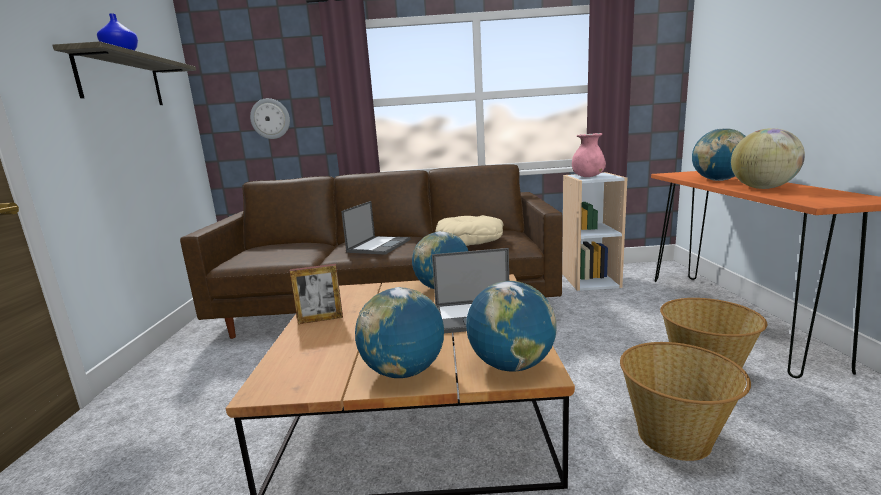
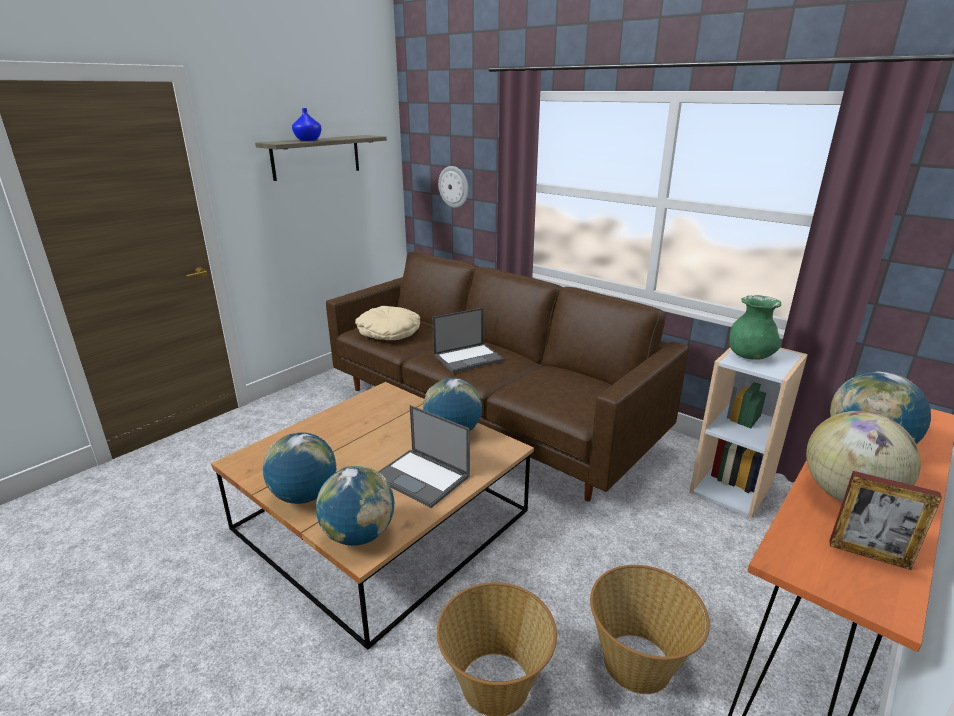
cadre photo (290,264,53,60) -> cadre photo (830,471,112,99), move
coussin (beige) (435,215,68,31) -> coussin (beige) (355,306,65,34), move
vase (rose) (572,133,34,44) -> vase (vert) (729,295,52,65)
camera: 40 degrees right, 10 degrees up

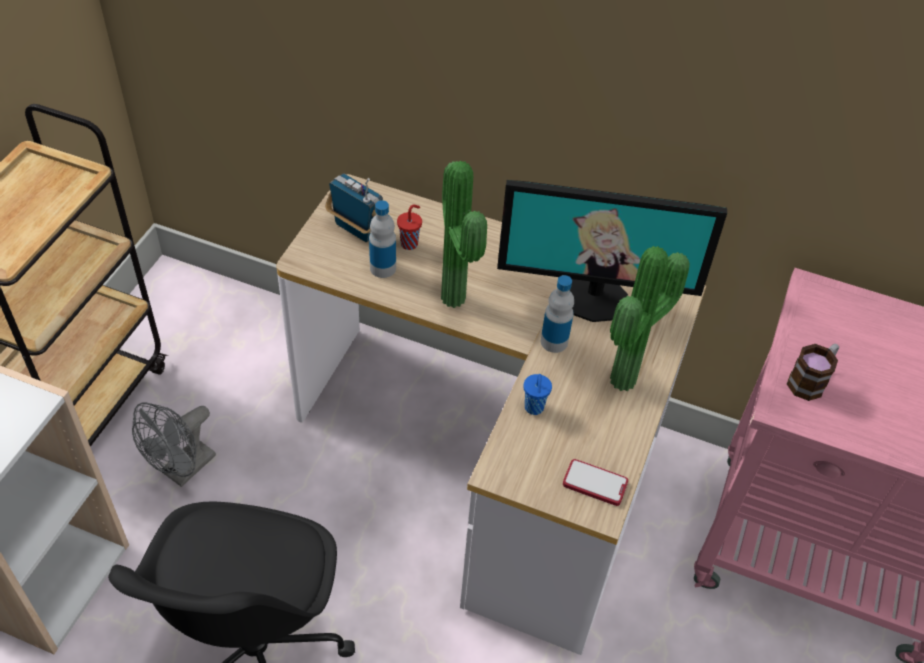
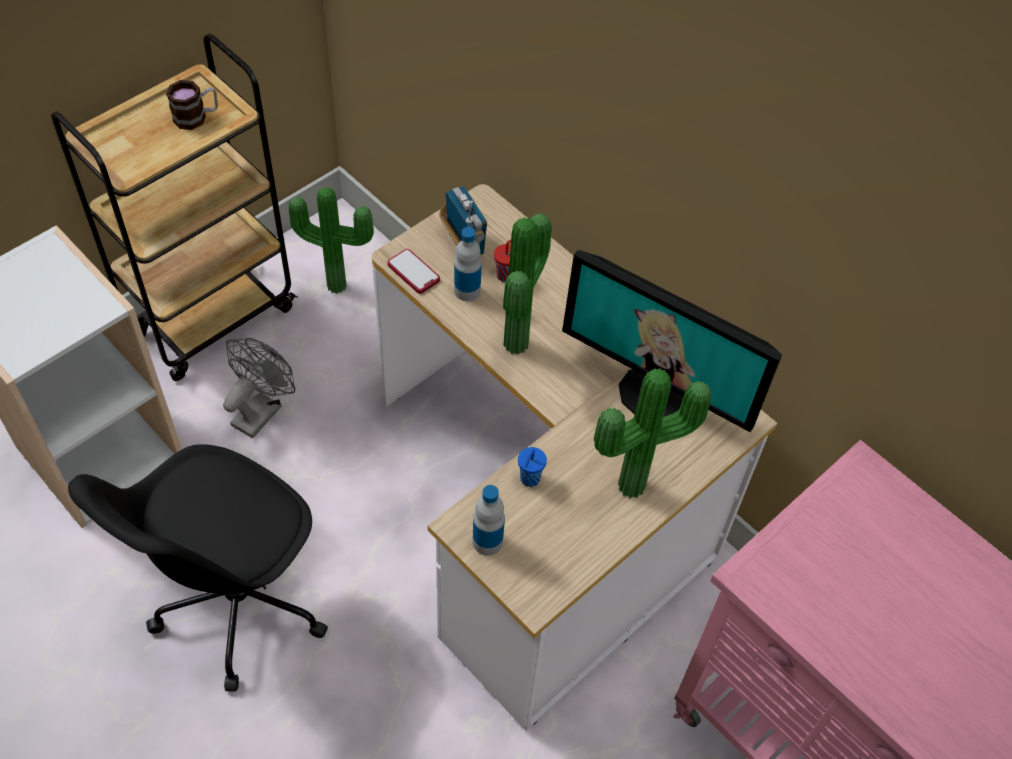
none -> plante en pot (289,187,85,107)
bouteille (541,275,33,78) -> bouteille (472,485,33,71), move
téléphone (563,459,65,47) -> téléphone (387,249,53,45), move
mug (787,343,52,58) -> mug (166,80,52,50), move
ventilateur (gris) (132,403,84,84) -> ventilateur (gris) (223,338,72,100), 150 degrees clockwise
camera: 25 degrees right, 5 degrees up

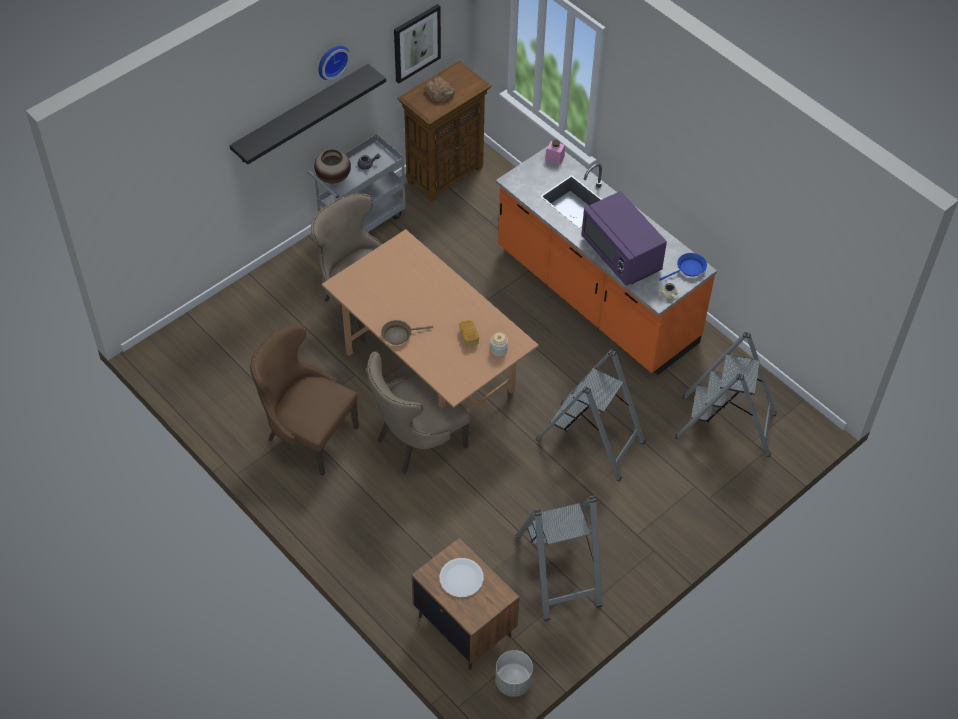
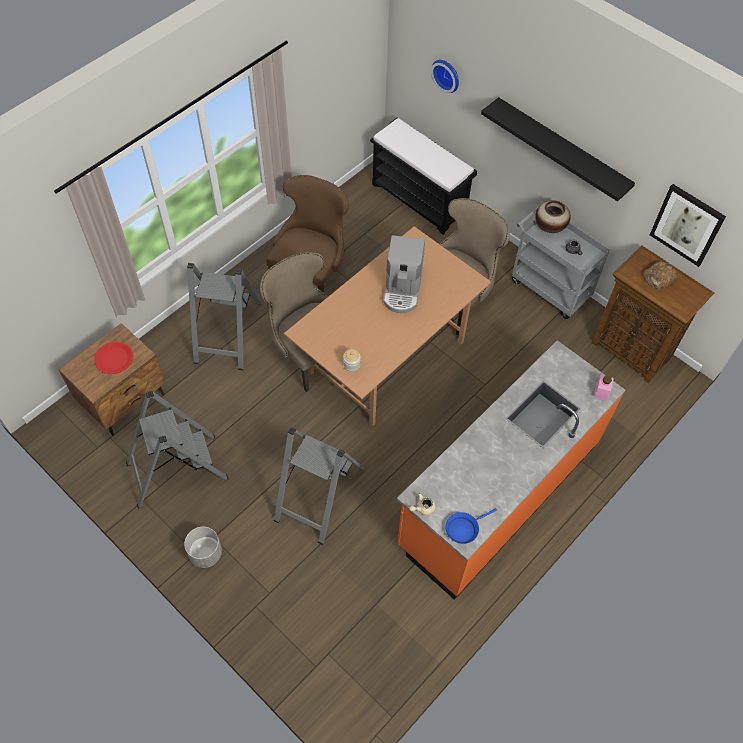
poêle (marron) (381,320,52,25) -> none
pain (459,320,20,27) -> none
micro-ondes (violet) (581,191,86,95) -> none
none -> banc (noir) (370,117,107,118)
none -> machine à café (383,235,42,78)
horloge murale (318,46,32,34) -> horloge murale (431,60,28,33), move
cache-pot (gris) (495,650,38,47) -> cache-pot (gris) (184,527,38,41), move
escabeau (gris) (675,332,101,125) -> escabeau (gris) (187,263,74,107), move
assiette (blanc) (439,558,45,39) -> assiette (rouge) (94,342,39,32)
poêle (bleu) (659,253,48,28) -> poêle (bleu) (445,508,52,36), 90 degrees clockwise
camera: 85 degrees right, 5 degrees up

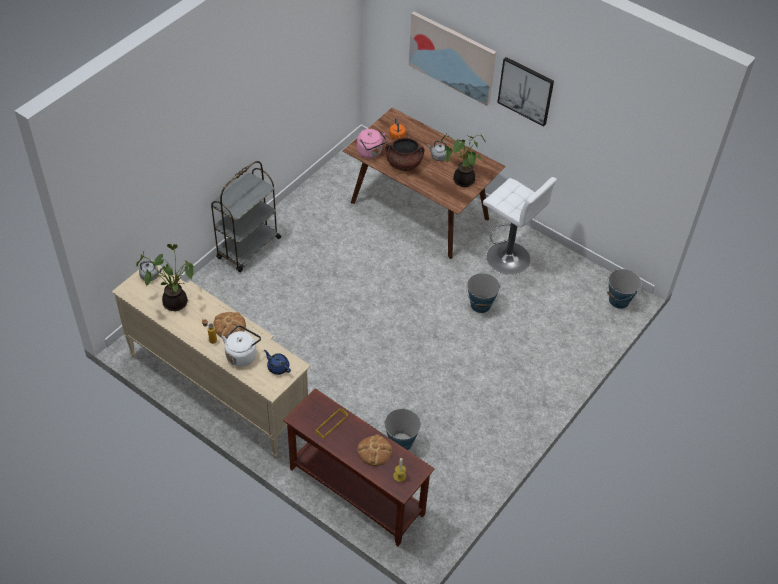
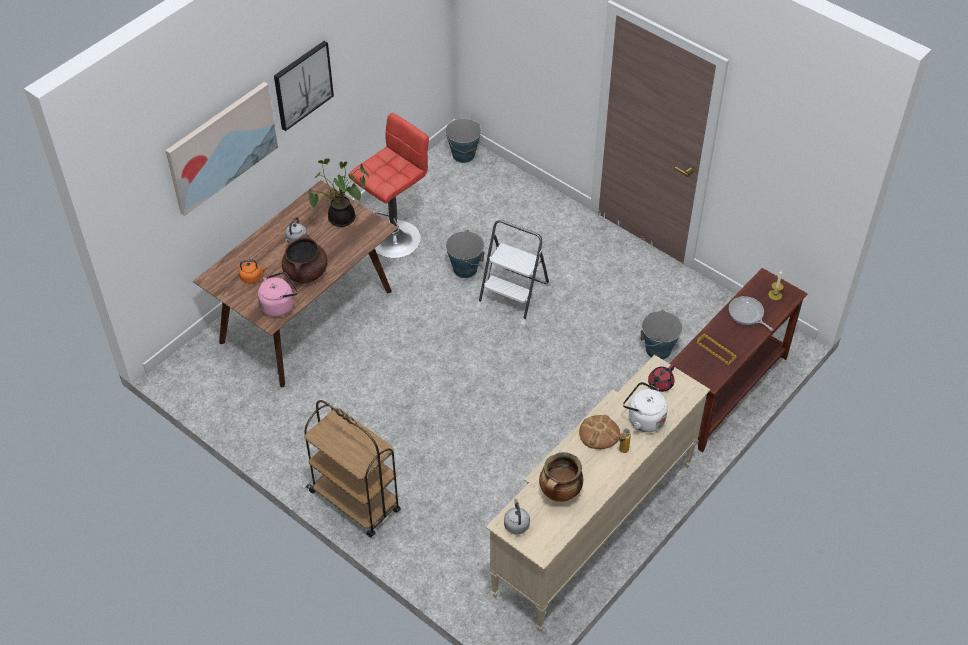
none -> escabeau (blanc) (476,220,74,105)
plante en pot (136,244,60,67) -> marmite (539,452,44,50)
pain (357,435,35,31) -> poêle (729,296,44,35)
chariot (gris) (211,161,70,111) -> chariot (marron) (304,400,97,137)
théière (bleu) (264,350,27,25) -> théière (rouge) (648,364,27,28)
tabouret (blanc) (483,177,74,98) -> tabouret (rouge) (348,113,81,145)
camera: 85 degrees left, 0 degrees up

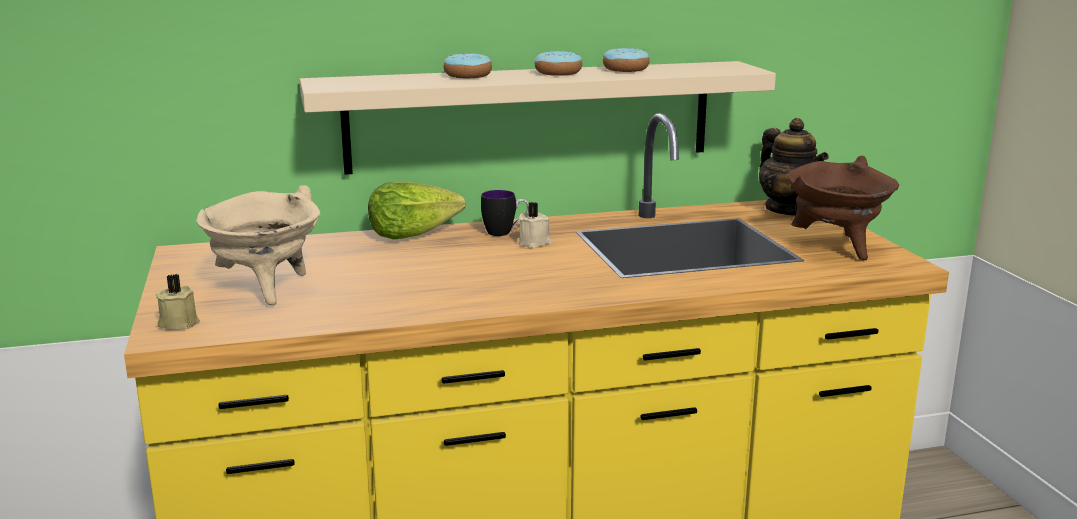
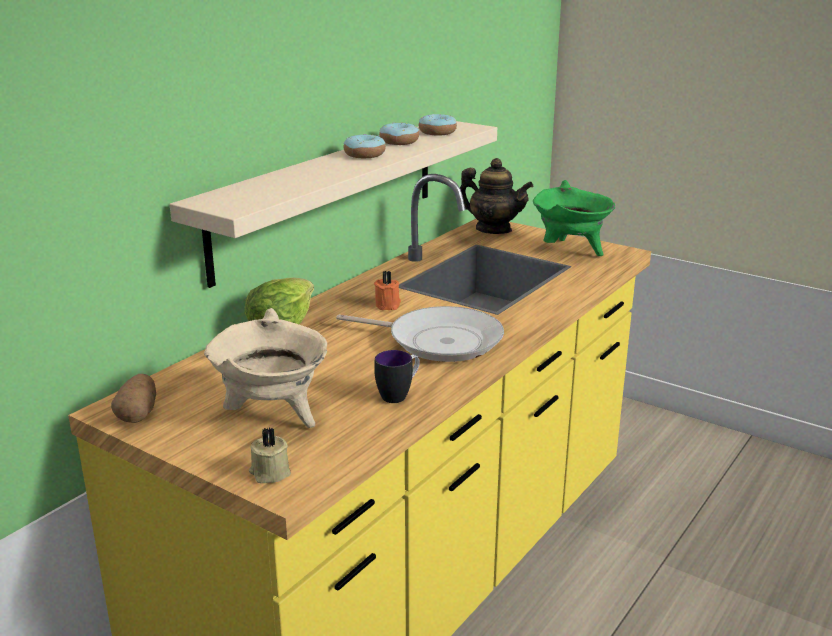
none -> pomme de terre (111,374,45,49)
none -> poêle (336,306,168,56)
beignet (443,53,49,25) -> beignet (419,114,38,22), move
mug (481,190,47,46) -> mug (374,350,46,53), move
bougie (beige) (518,202,34,46) -> bougie (orange) (374,271,27,39)
marmite (marron) (786,156,113,104) -> marmite (vert) (533,180,82,76)
camera: 40 degrees left, 5 degrees up

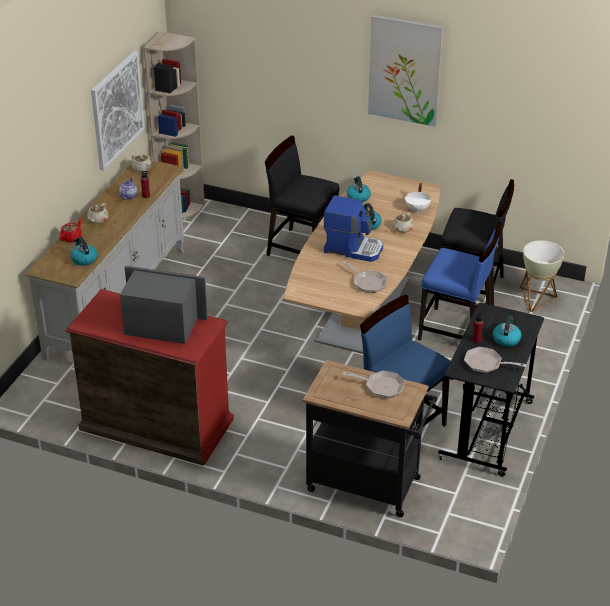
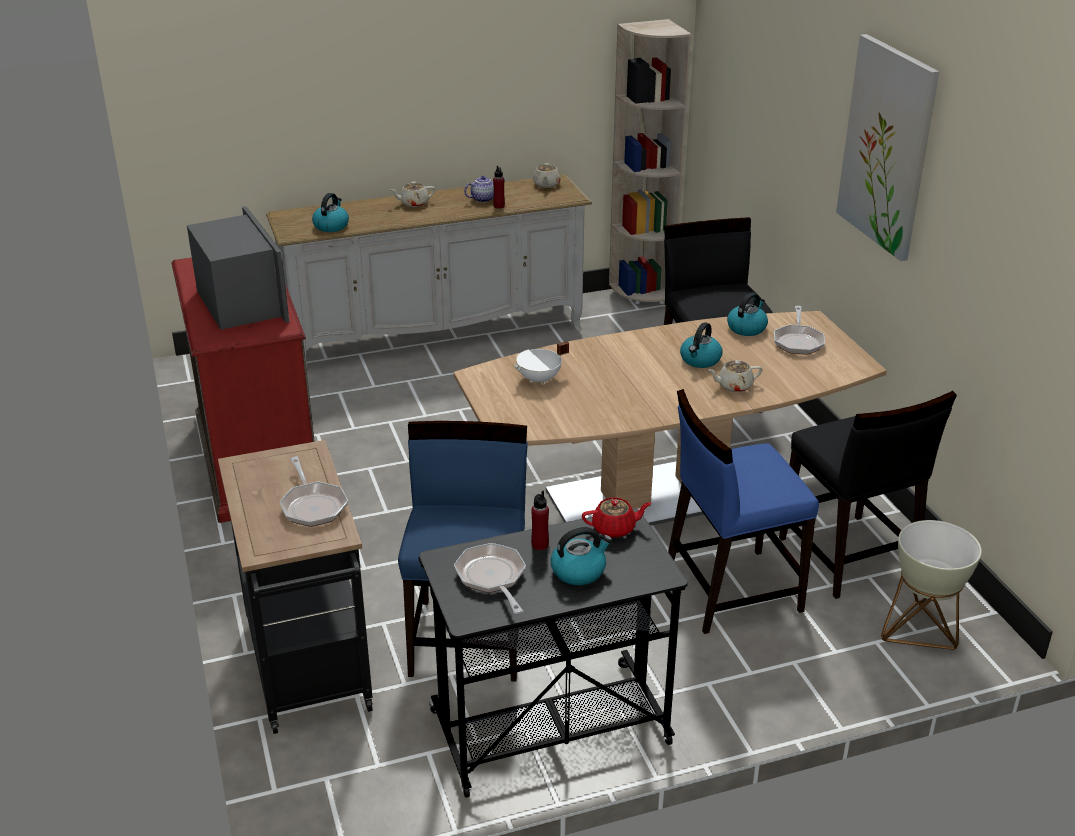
tableau (91,51,54,120) -> none
machine à café (324,195,59,67) -> none
théière (rouge) (60,218,22,24) -> théière (rouge) (582,498,69,40), move
poêle (342,261,45,32) -> poêle (774,306,51,49), move
marmite (blanc) (405,183,26,30) -> marmite (blanc) (513,341,56,44), move
chaise (bleu) (418,222,84,119) -> chaise (bleu) (668,389,151,245), 90 degrees clockwise
camera: 50 degrees right, 5 degrees down

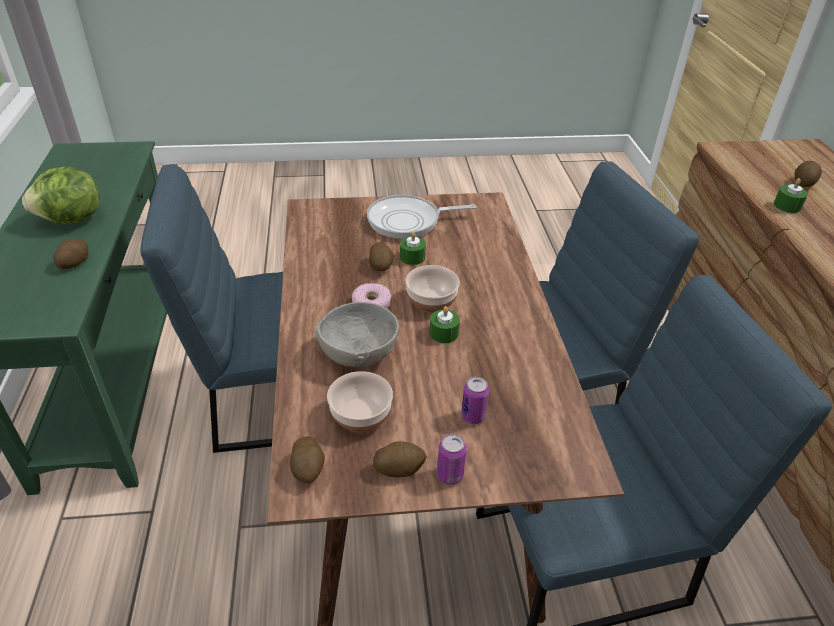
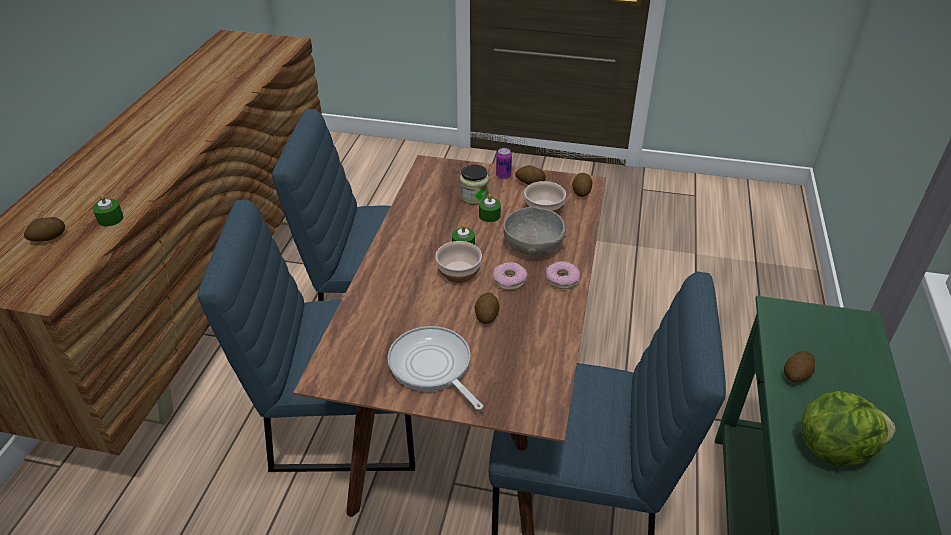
none -> beignet (546,261,34,28)
bougie (vert) (400,232,26,33) -> bougie (vert) (479,194,22,28), move
boîte métallique (461,377,29,47) -> bocal (460,165,29,39)
poêle (367,195,109,44) -> poêle (388,326,95,84), 135 degrees counterclockwise
camera: 160 degrees left, 0 degrees up

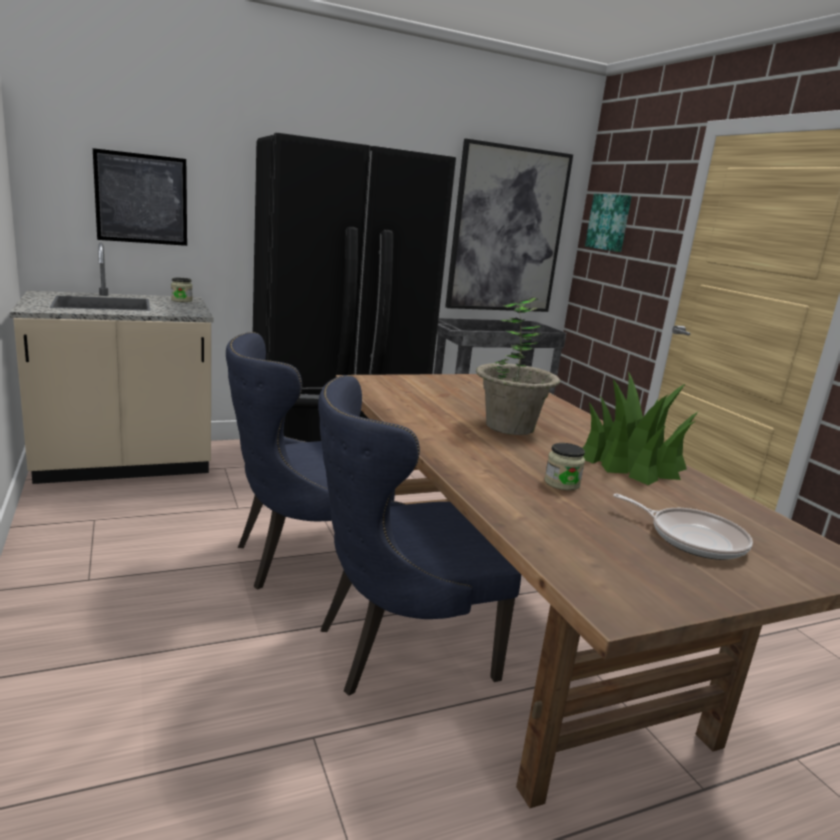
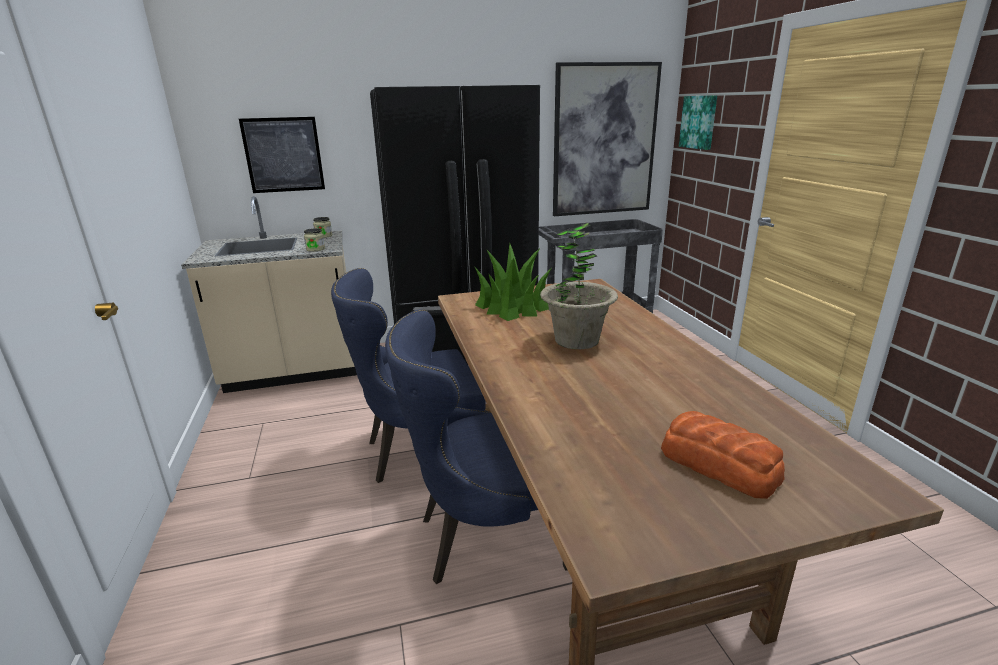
bocal (544,443,41,47) -> bocal (304,228,21,24), move
plante en pot (583,371,115,114) -> plante en pot (475,244,77,77), move
poêle (613,494,140,66) -> pain (661,411,124,88)
camera: 10 degrees right, 5 degrees up

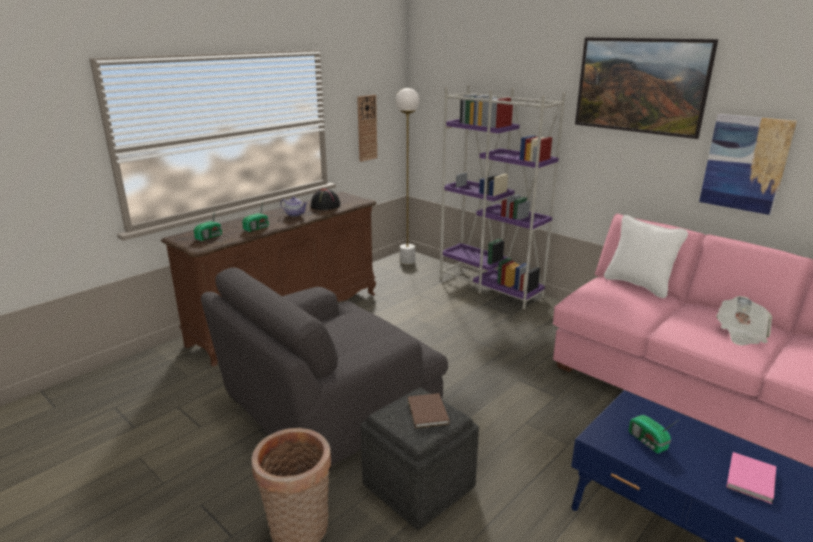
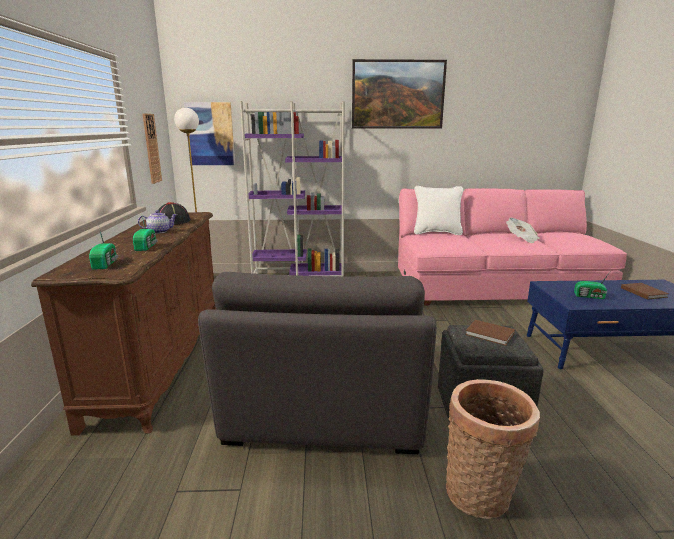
tableau (699,114,98,101) -> tableau (184,102,51,63), move
livre (rose) (726,452,50,52) -> livre (marron) (621,283,48,17)
camera: 45 degrees left, 5 degrees down

